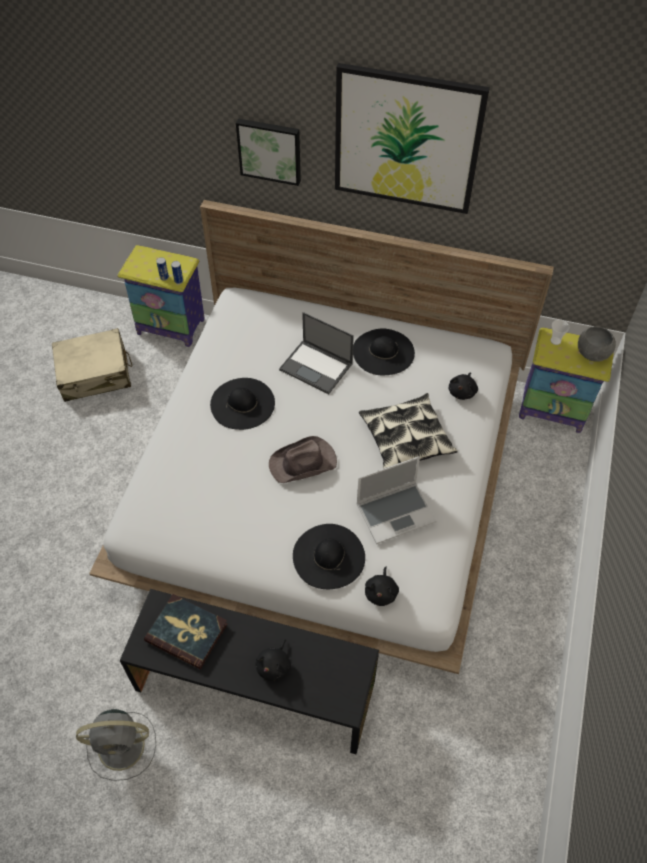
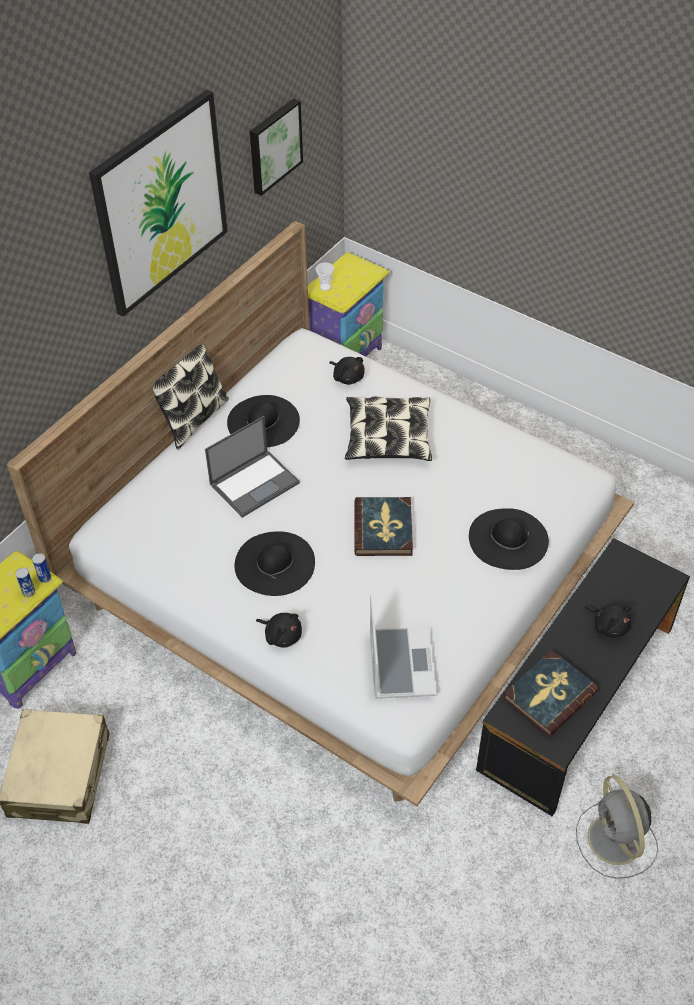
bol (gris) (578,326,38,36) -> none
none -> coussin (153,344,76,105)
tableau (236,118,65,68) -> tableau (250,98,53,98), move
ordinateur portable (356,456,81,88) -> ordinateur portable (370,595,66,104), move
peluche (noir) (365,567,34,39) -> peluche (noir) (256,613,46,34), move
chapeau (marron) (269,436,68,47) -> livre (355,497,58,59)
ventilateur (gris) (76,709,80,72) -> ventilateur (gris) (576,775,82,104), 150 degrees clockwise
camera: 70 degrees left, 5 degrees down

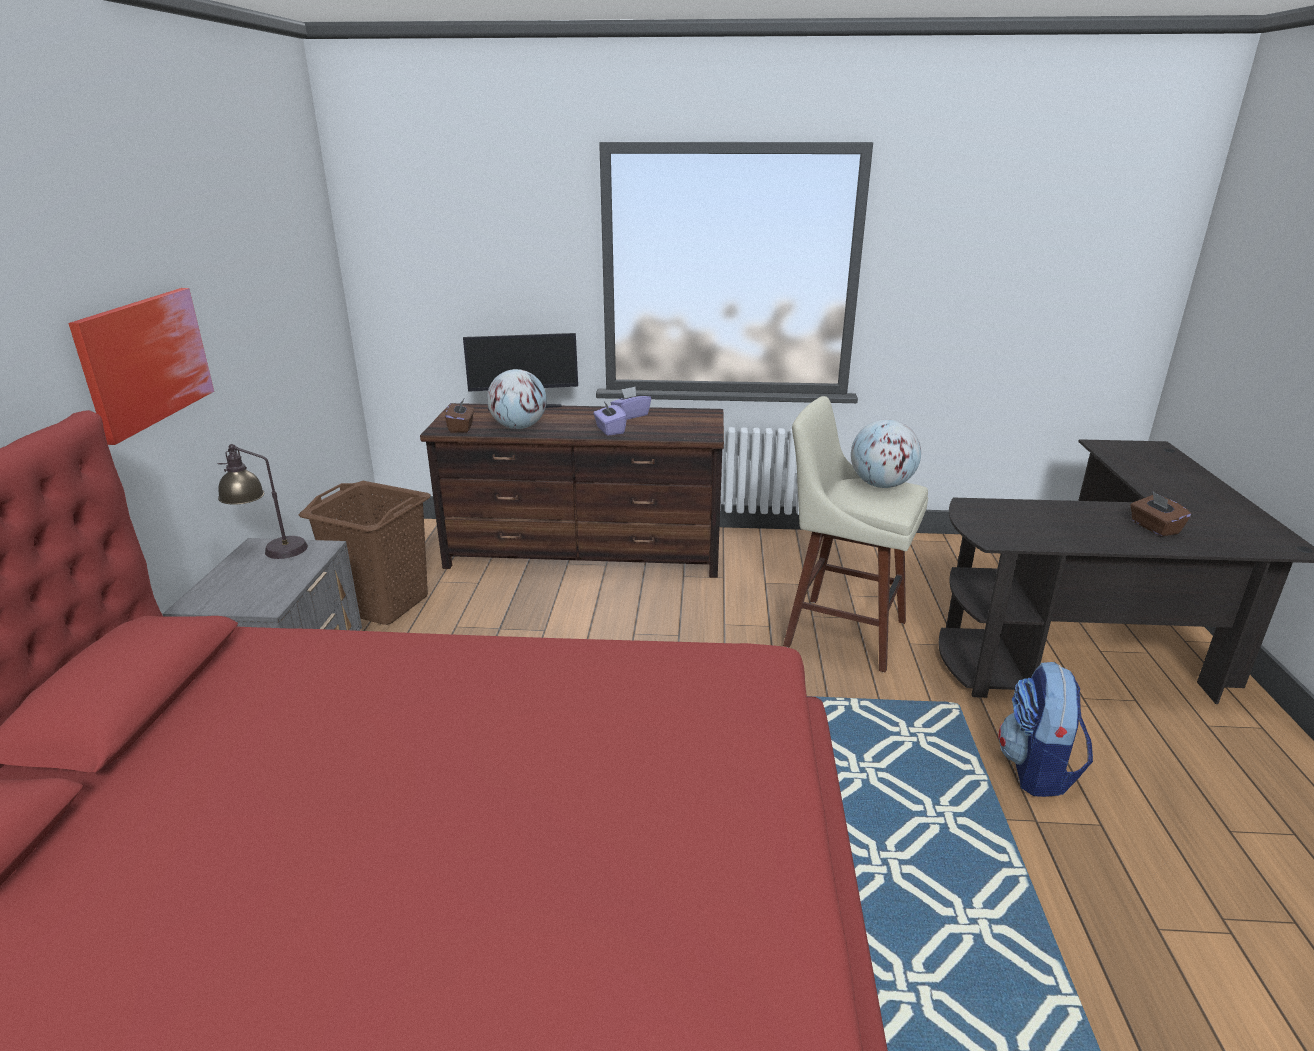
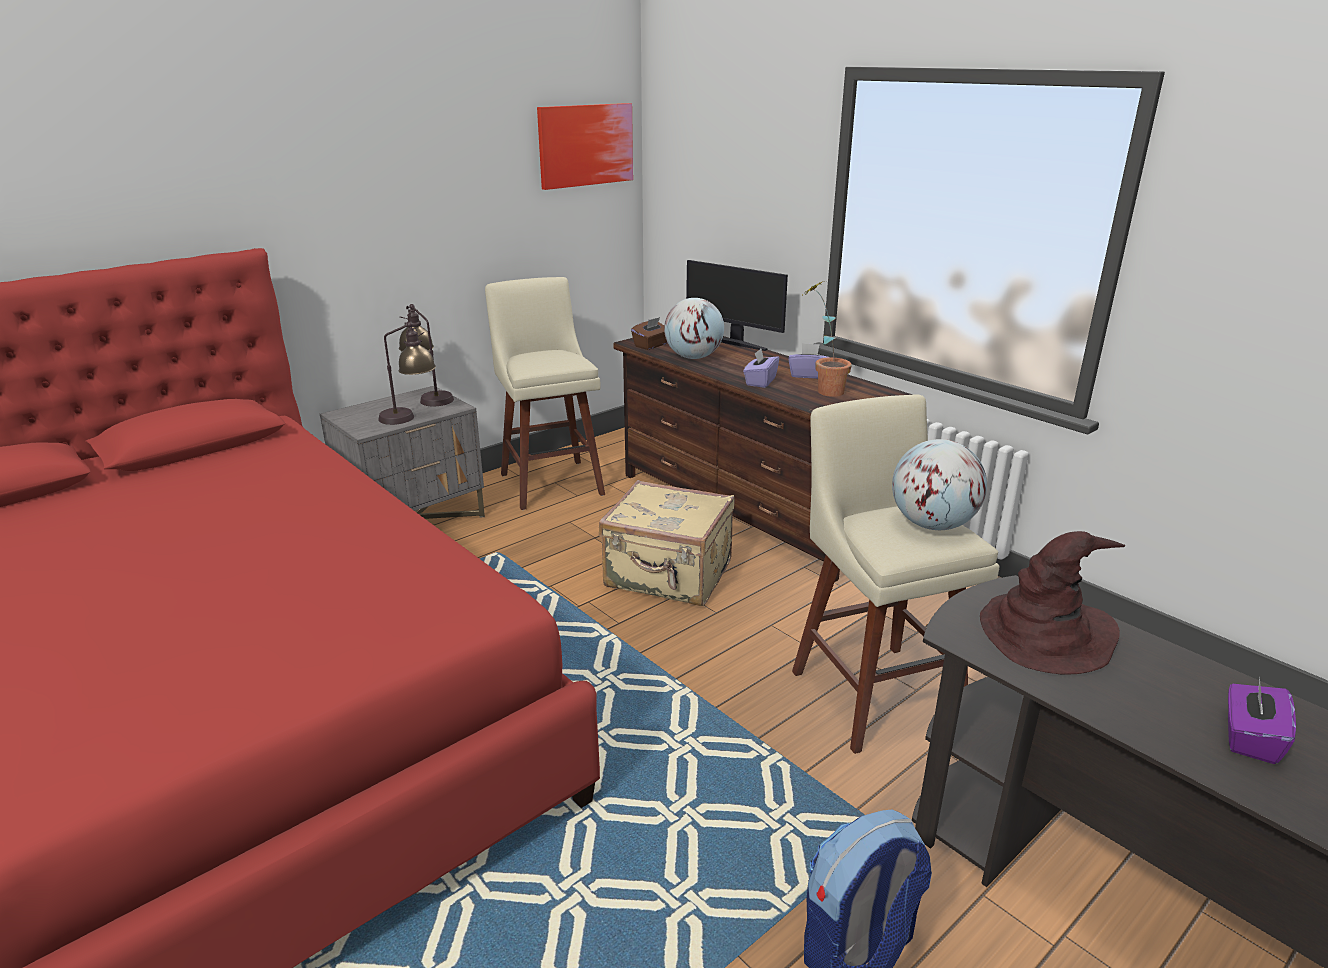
none -> lampe de table (378,321,58,104)
none -> valise (beige) (599,480,136,126)
none -> plante en pot (803,281,49,116)
none -> chapeau (marron) (980,531,146,144)
tableau (69,288,145,157) -> tableau (537,103,96,87), move
panier à linge (marron) (299,481,132,144) -> tabouret (beige) (485,277,120,233)
boîte à mouchoirs (marron) (1130,492,61,45) -> boîte à mouchoirs (violet) (1228,676,68,88)
camera: 45 degrees right, 0 degrees up

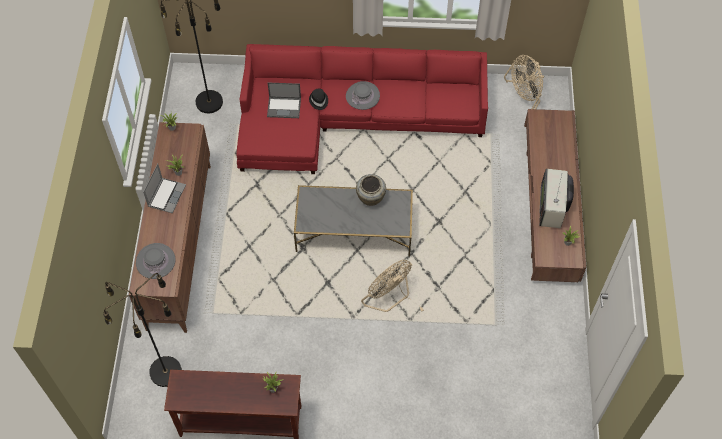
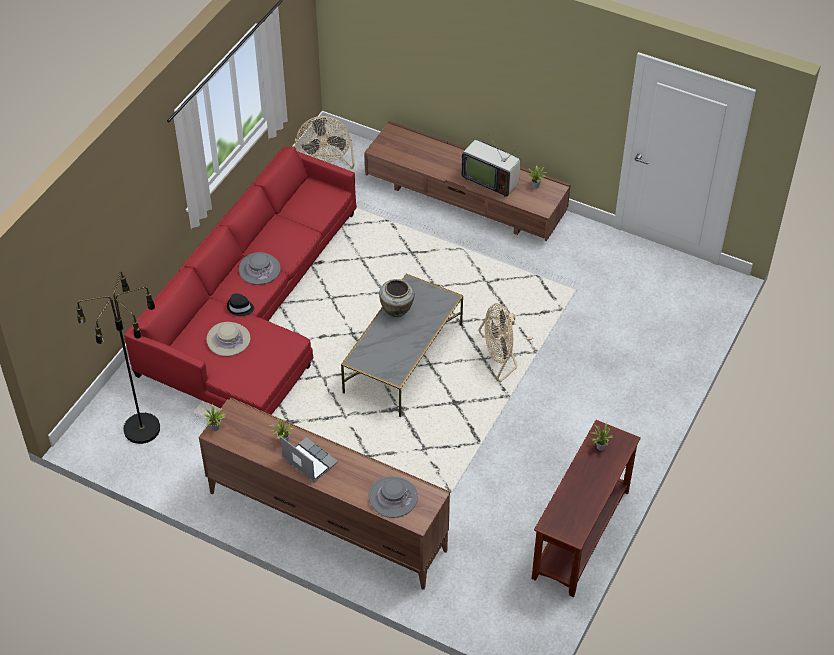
lampadaire (103,273,79,114) -> none
ordinateur portable (267,83,34,35) -> chapeau (beige) (207,322,43,34)
camera: 65 degrees left, 10 degrees down

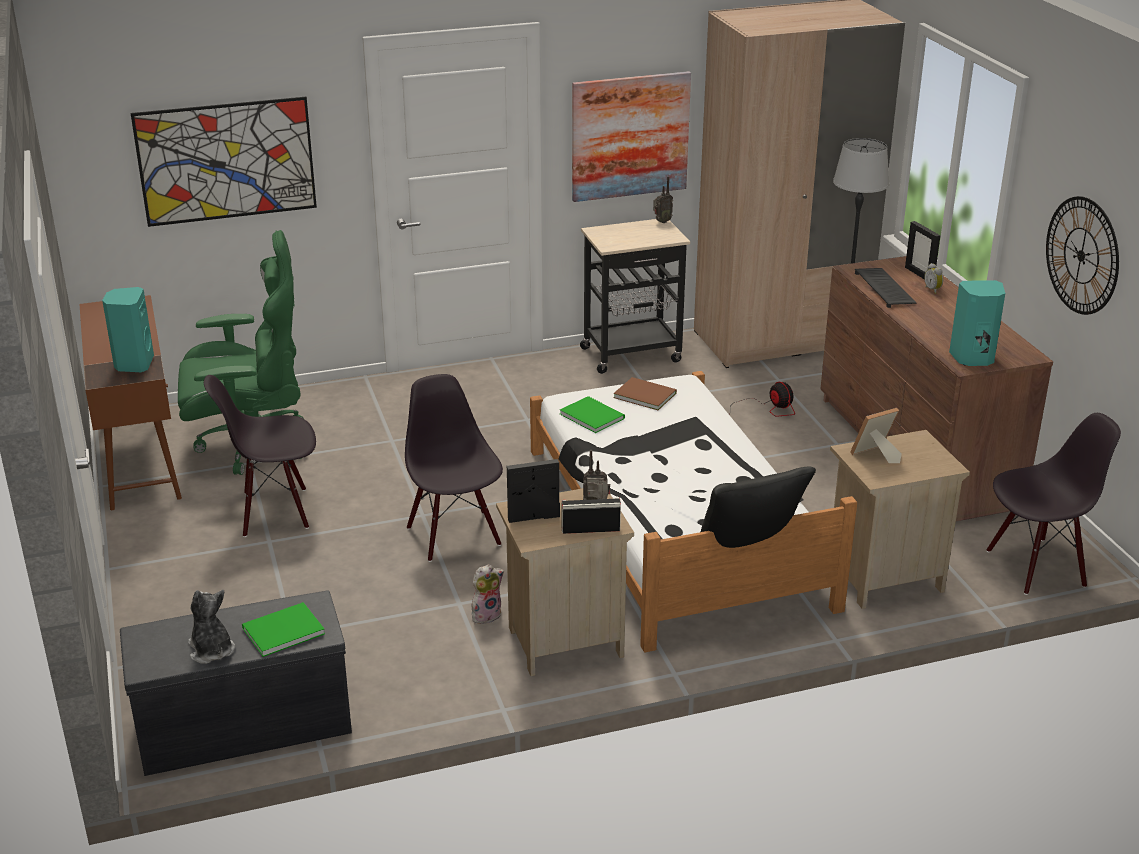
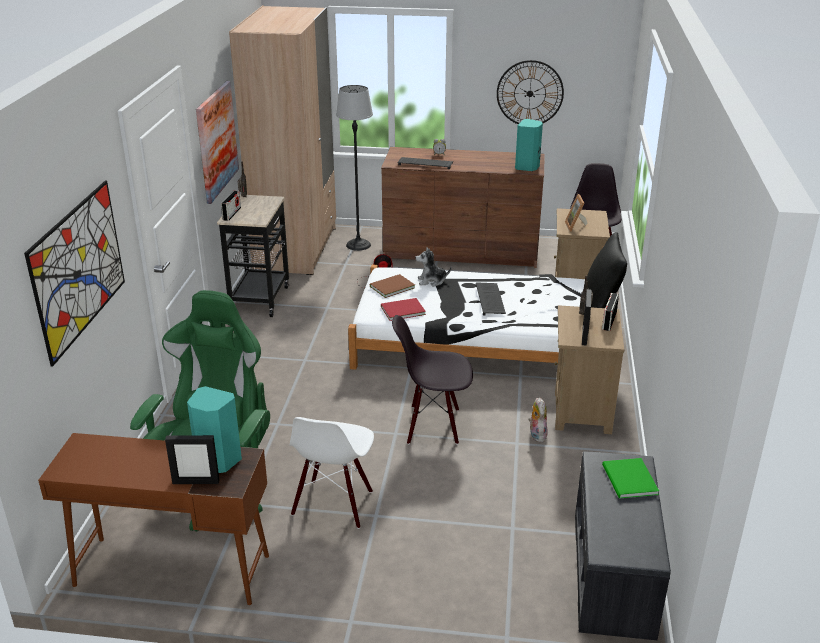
none -> radio (221,191,20,30)
none -> clavier (476,282,30,34)
peluche (188,590,47,74) -> peluche (415,247,37,40), move
cadre photo (905,221,35,59) -> cadre photo (165,435,54,49), move
chaise (noir) (204,375,112,162) -> chaise (blanc) (290,417,84,112)
livre (vert) (560,396,65,37) -> livre (rouge) (381,298,45,23)
camera: 65 degrees left, 0 degrees up

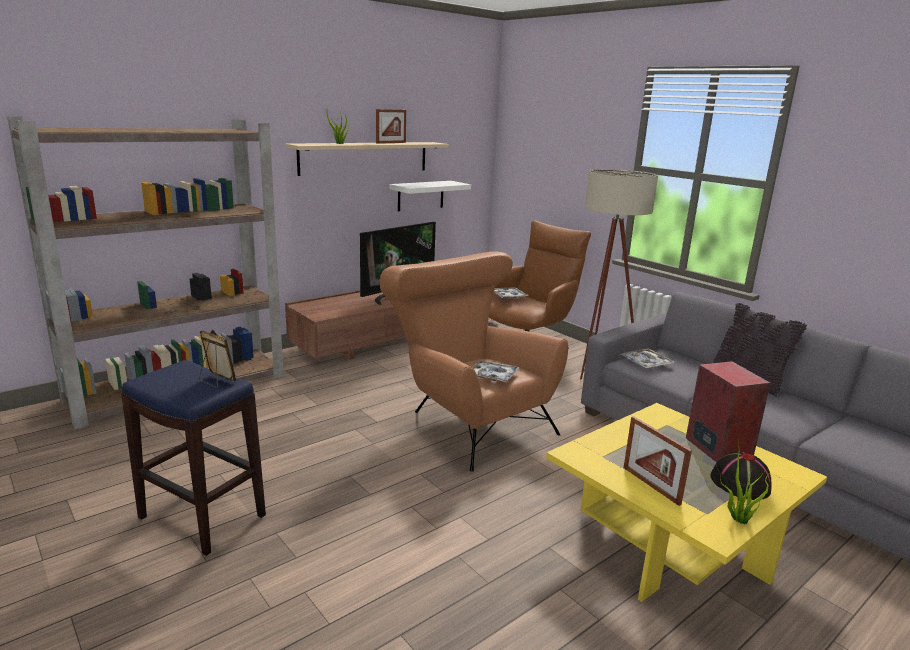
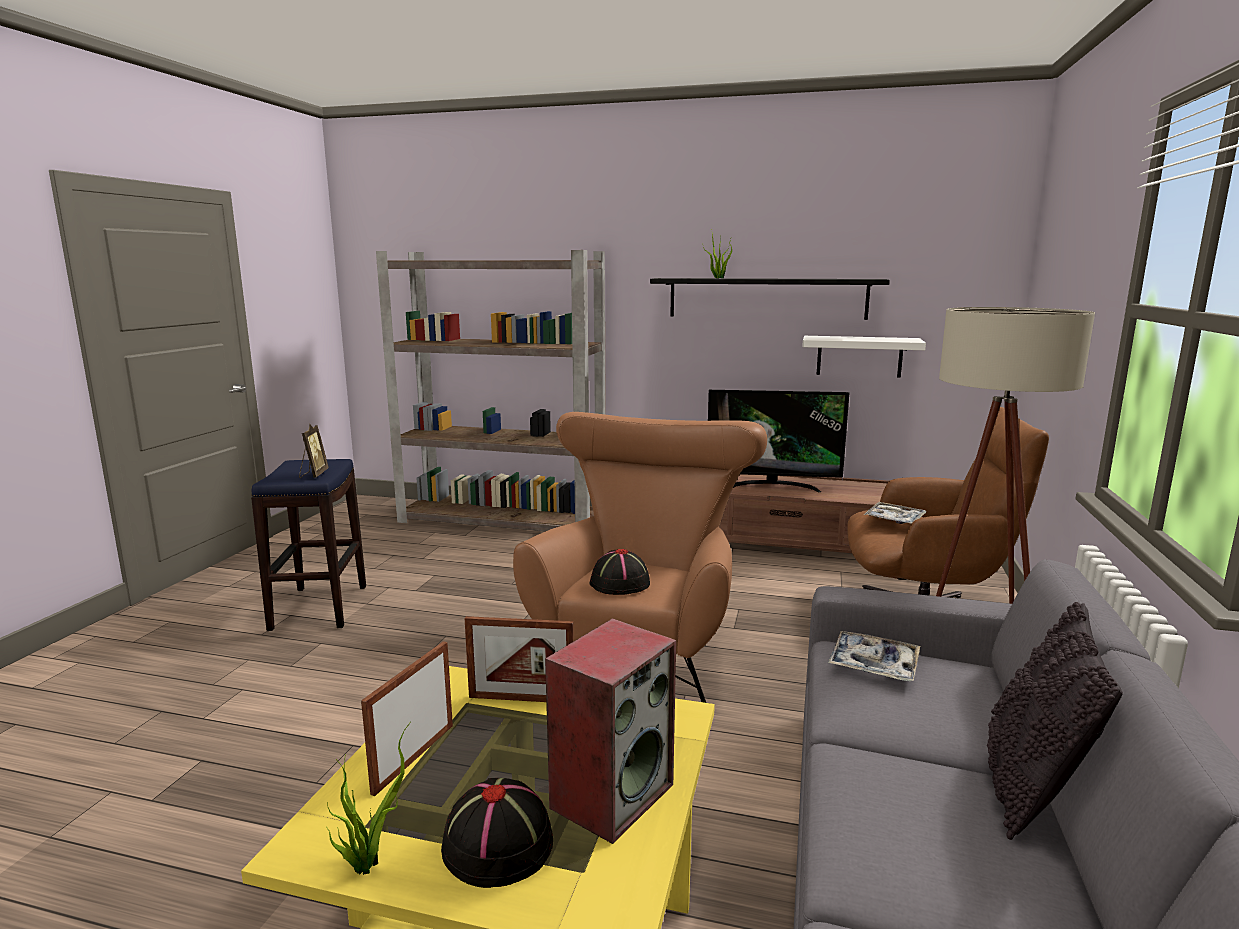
cadre photo (376,109,30,35) -> cadre photo (465,616,109,86), move
plateau (472,360,48,22) -> chapeau (noir) (589,549,61,46)
étagère (beige) (285,142,164,34) -> étagère (noir) (650,278,240,42)
camera: 55 degrees right, 5 degrees down

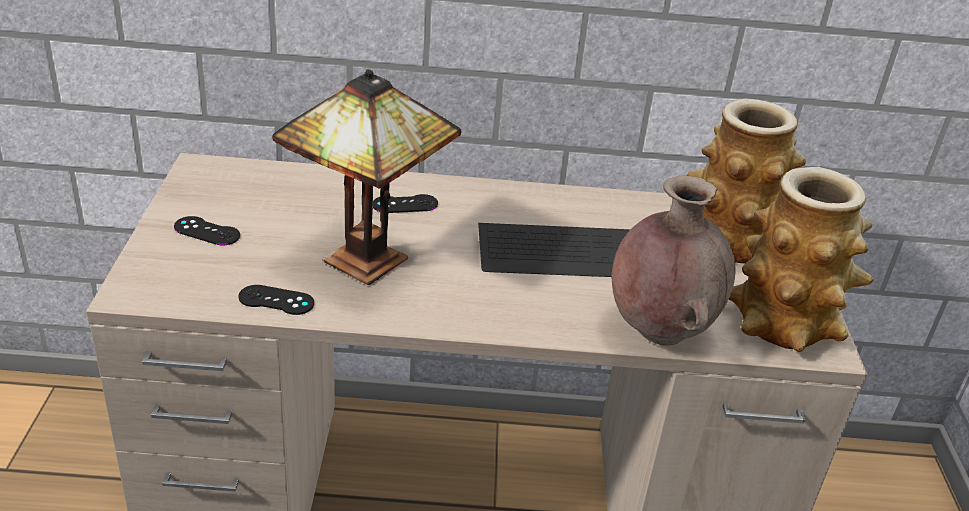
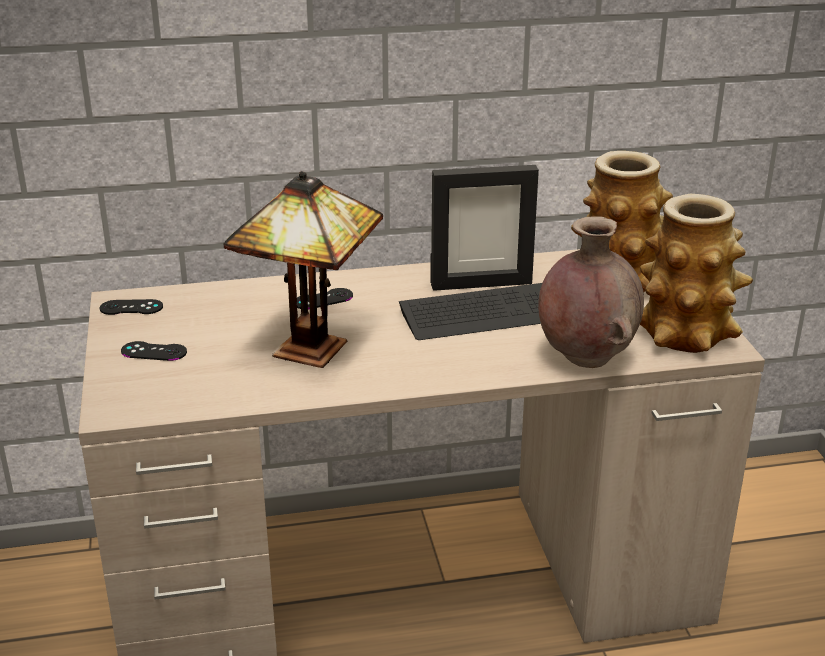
none -> cadre photo (430,165,109,126)
manette (noir) (239,285,75,30) -> manette (noir) (100,299,63,16), move
camera: 10 degrees left, 5 degrees down

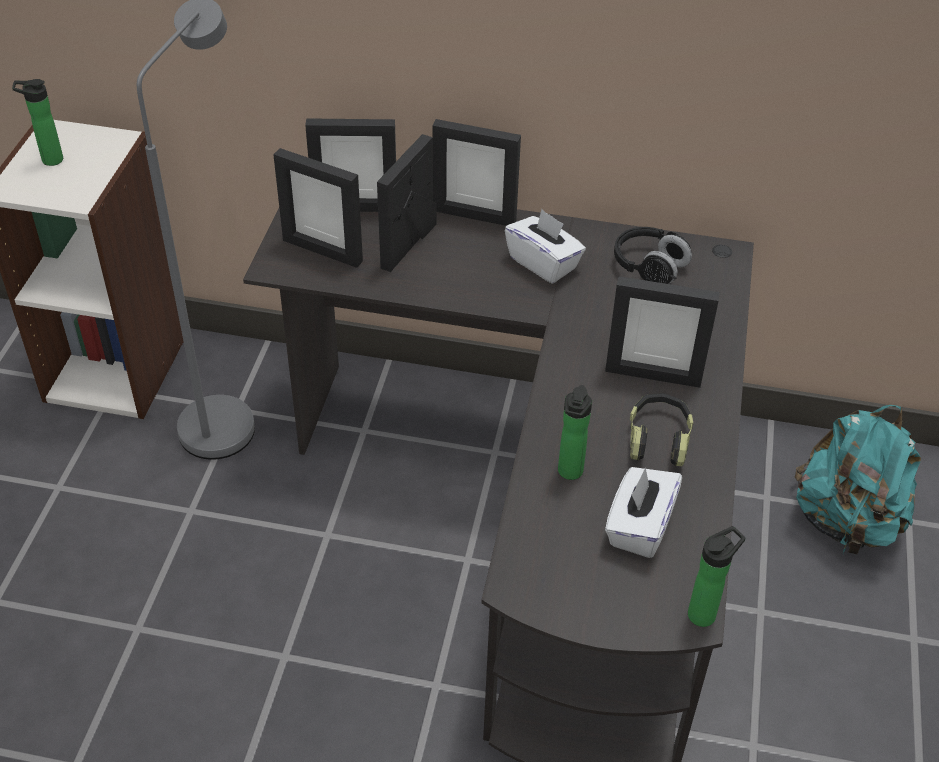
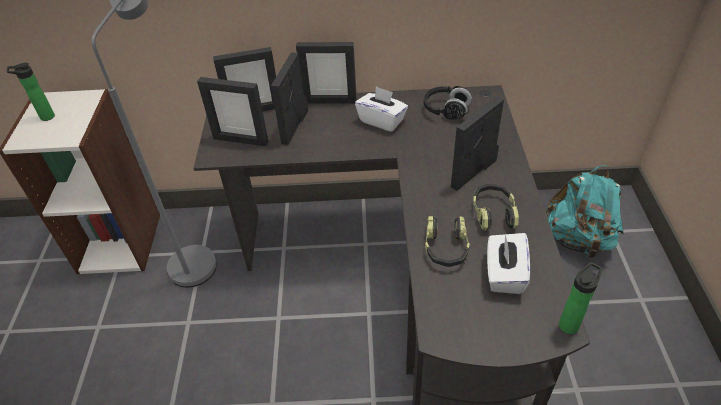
bouteille (558,385,34,95) -> casque audio (425,216,45,51)
cadre photo (605,276,115,112) -> cadre photo (451,96,53,95), 135 degrees clockwise
camera: 10 degrees left, 0 degrees up

